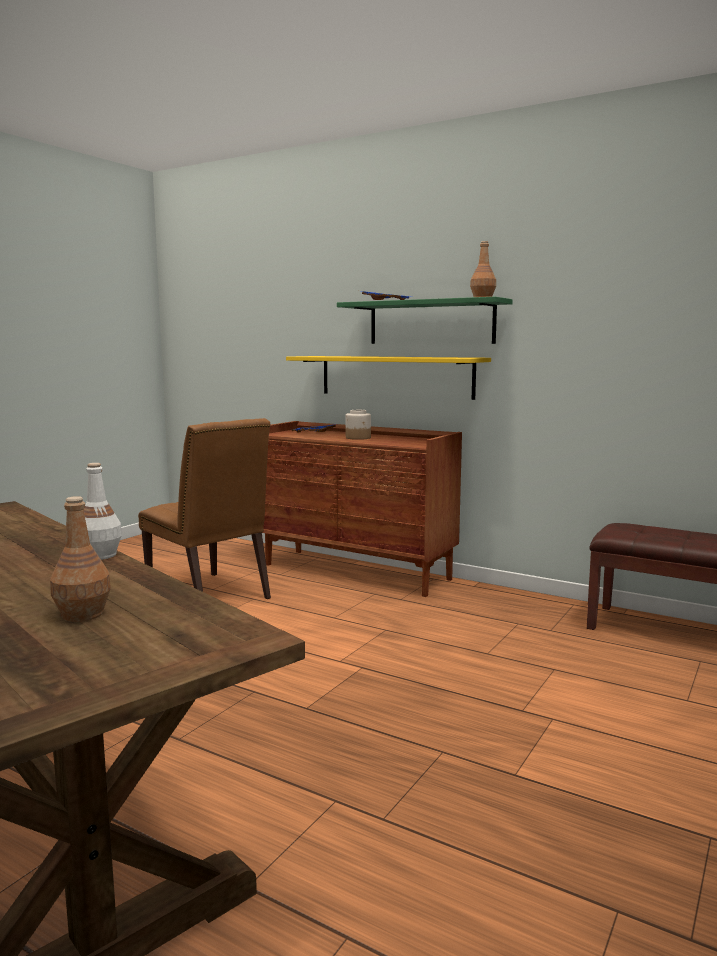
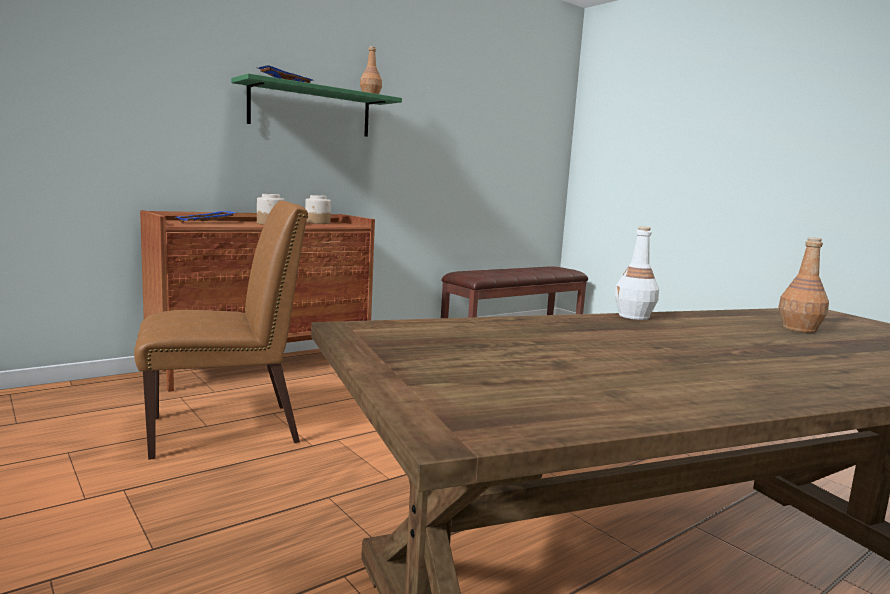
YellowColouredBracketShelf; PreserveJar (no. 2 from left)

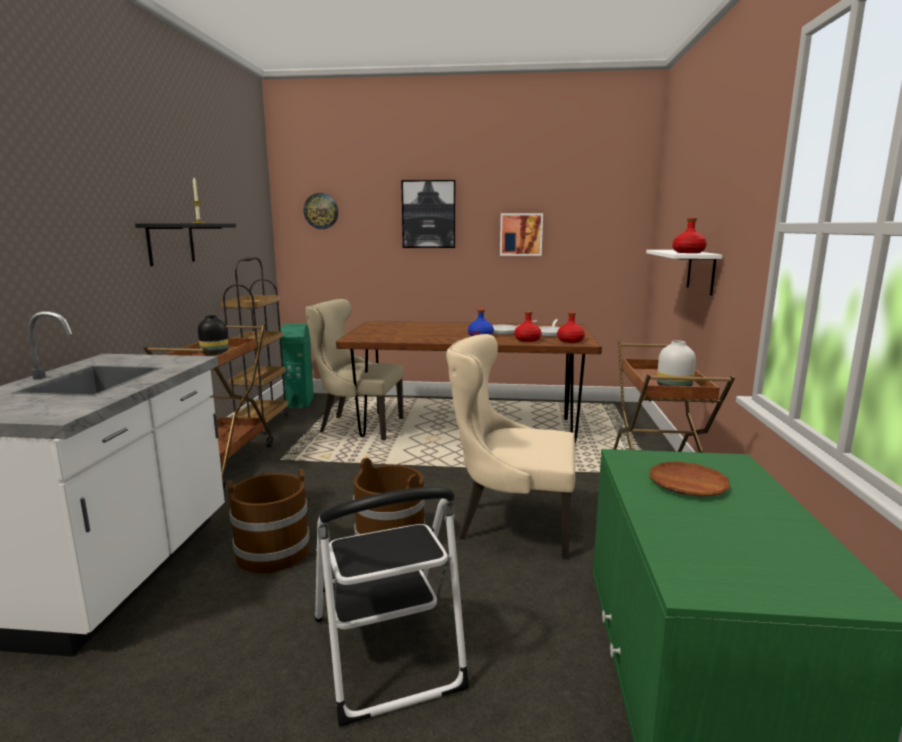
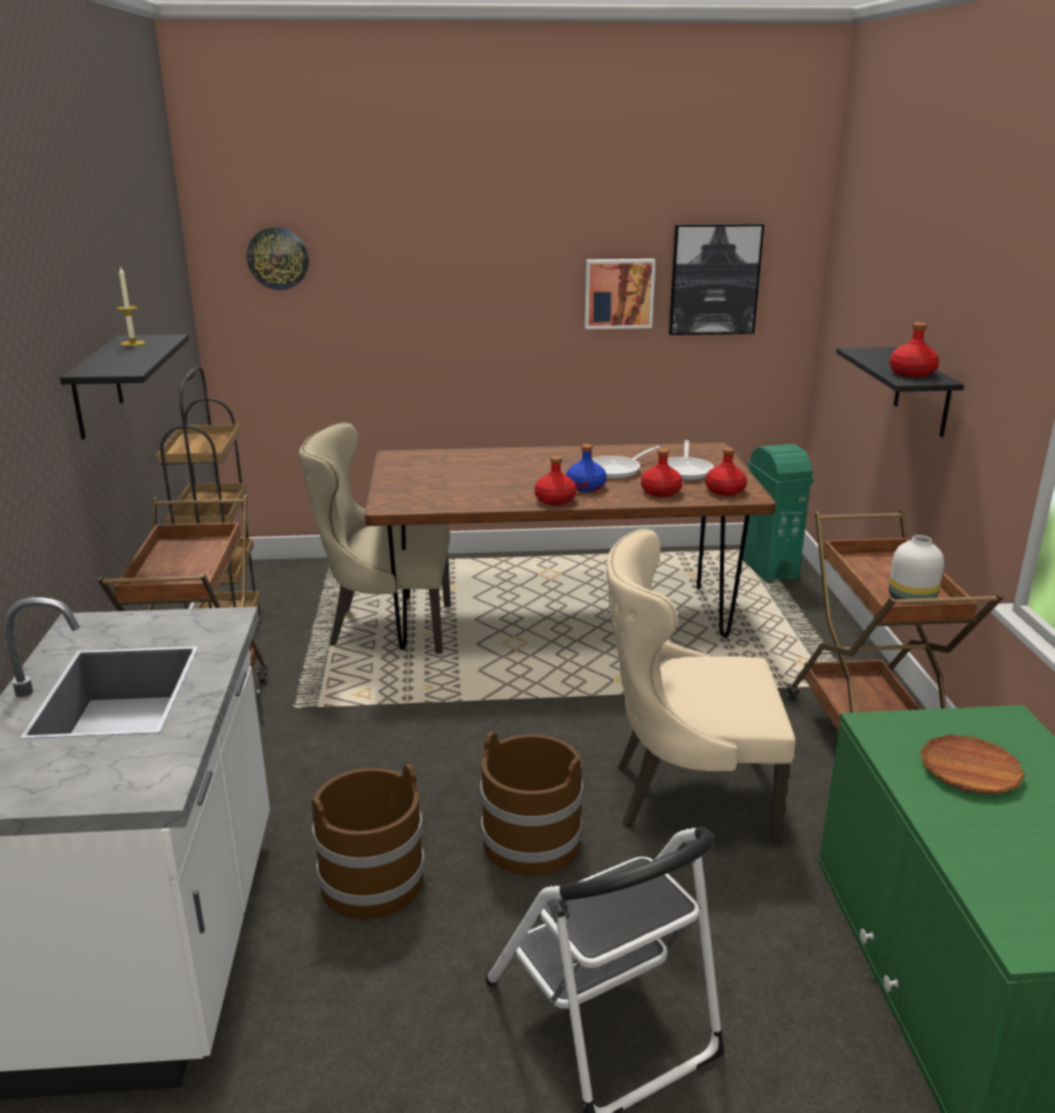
BlackishVase; GreenColouredRubbishBin; Picture (no. 2 from left); BlackishBracketShelf (no. 2 from left); ReddishBottle (no. 1 from left)

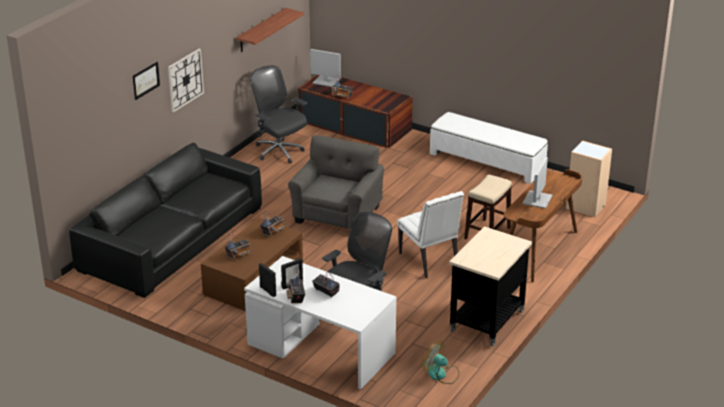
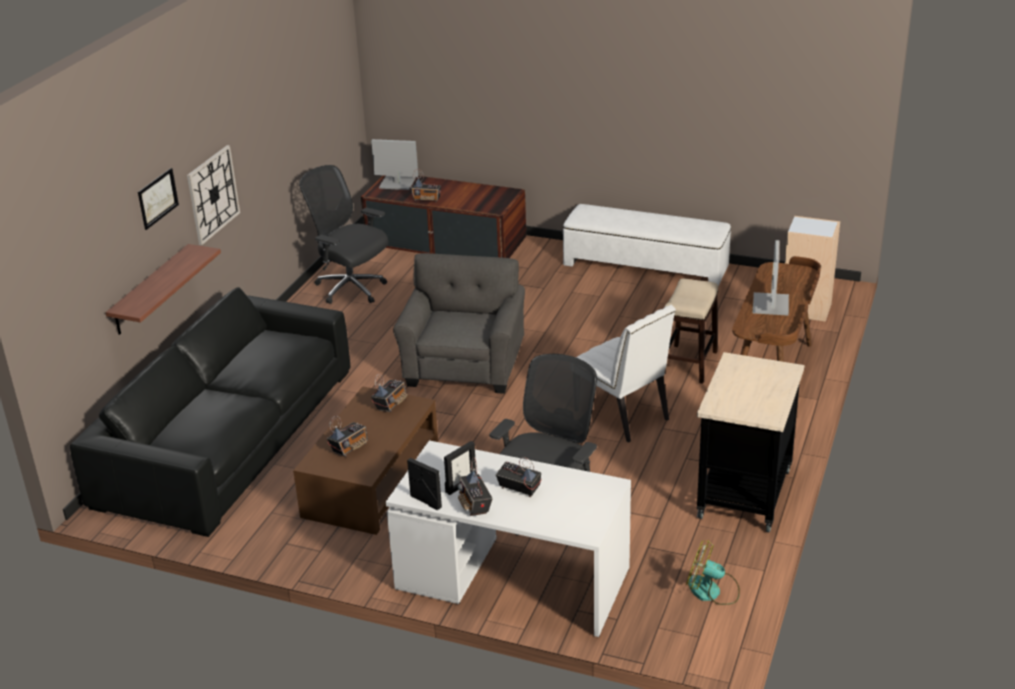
BracketShelf

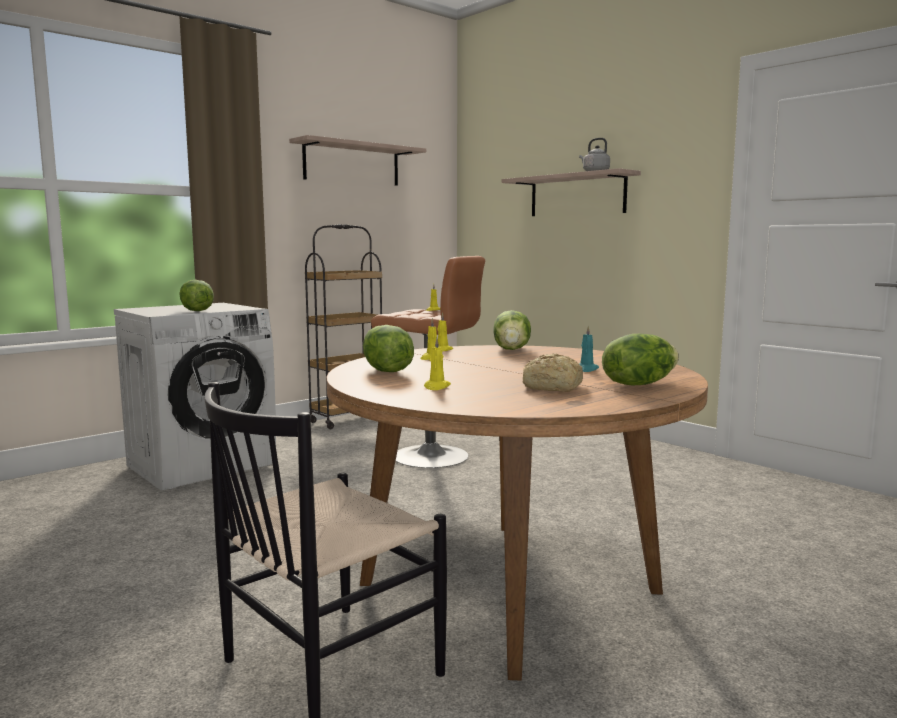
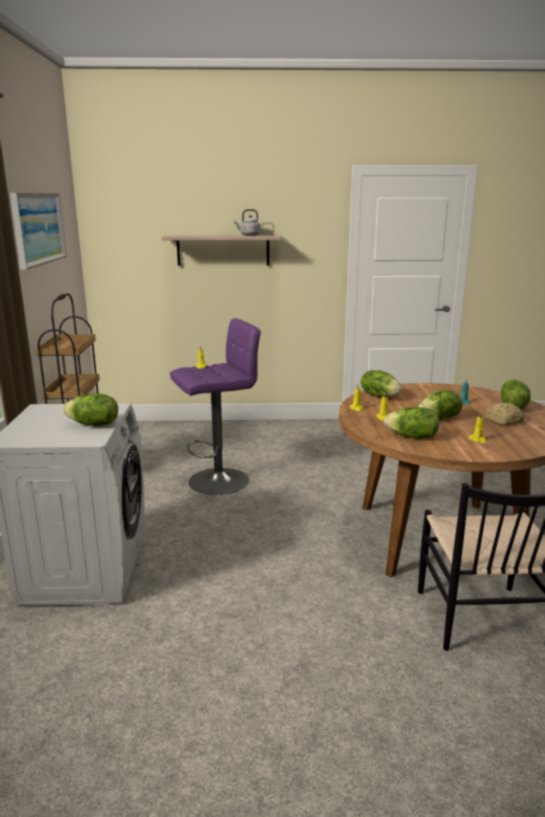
Picture; PurplishStoolSeat; Lettuce (no. 4 from left)

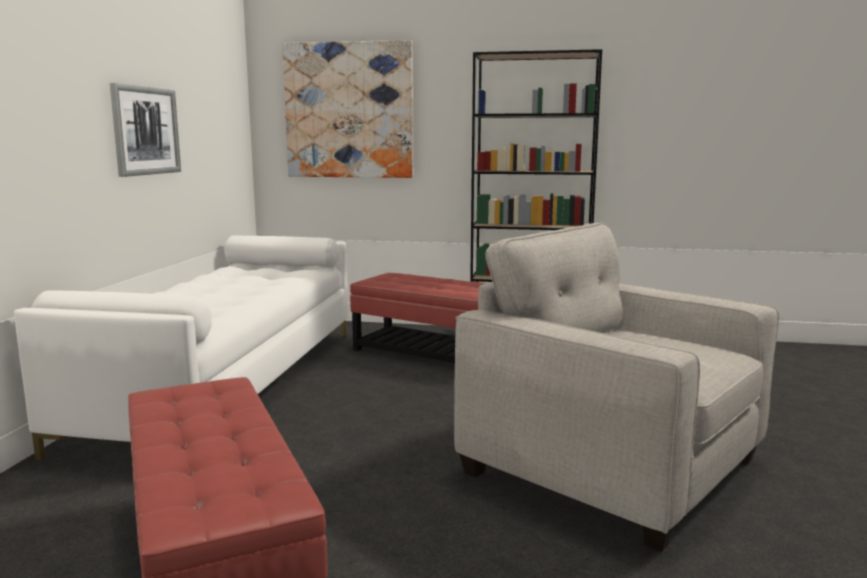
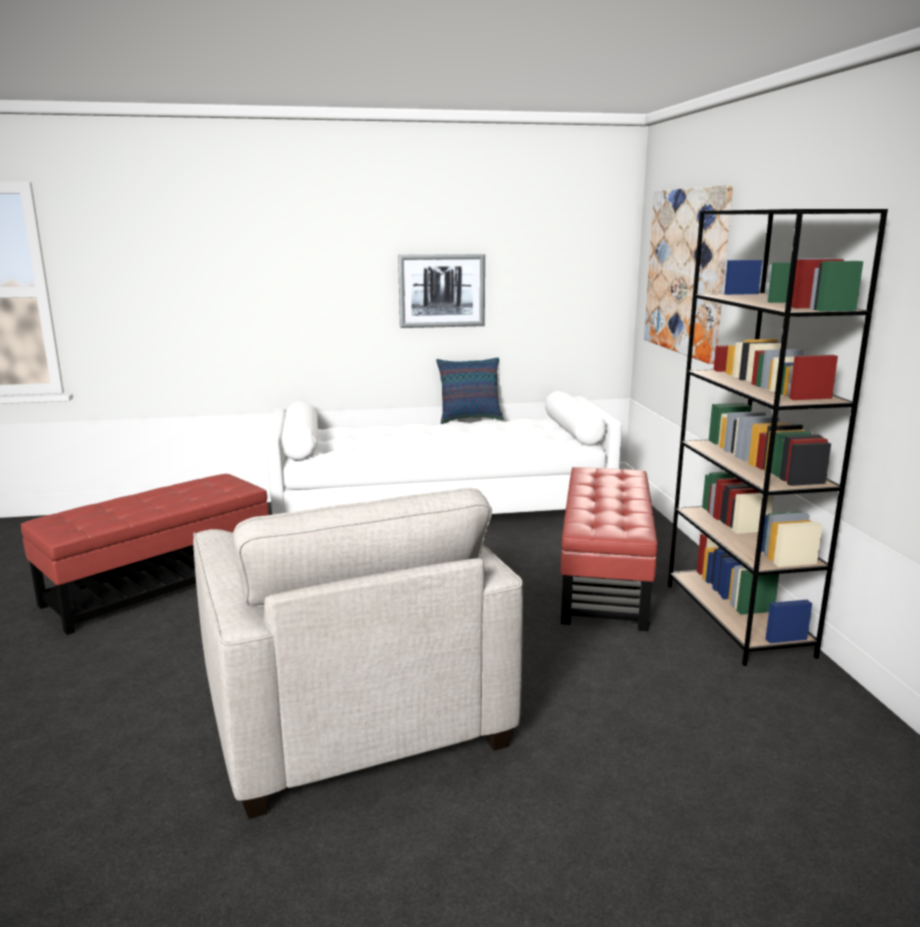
GrayLoungeChair; BlueColouredPillow

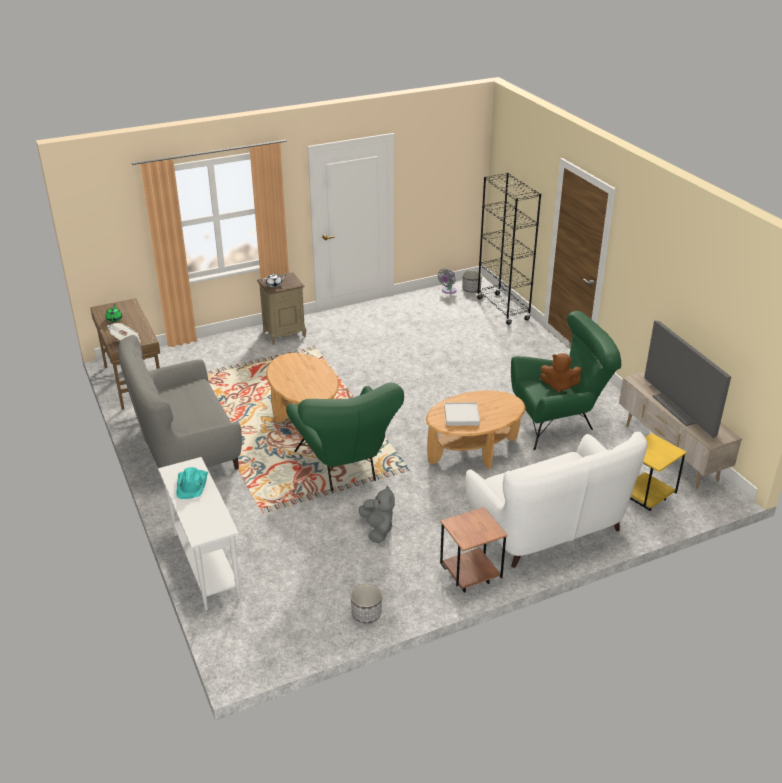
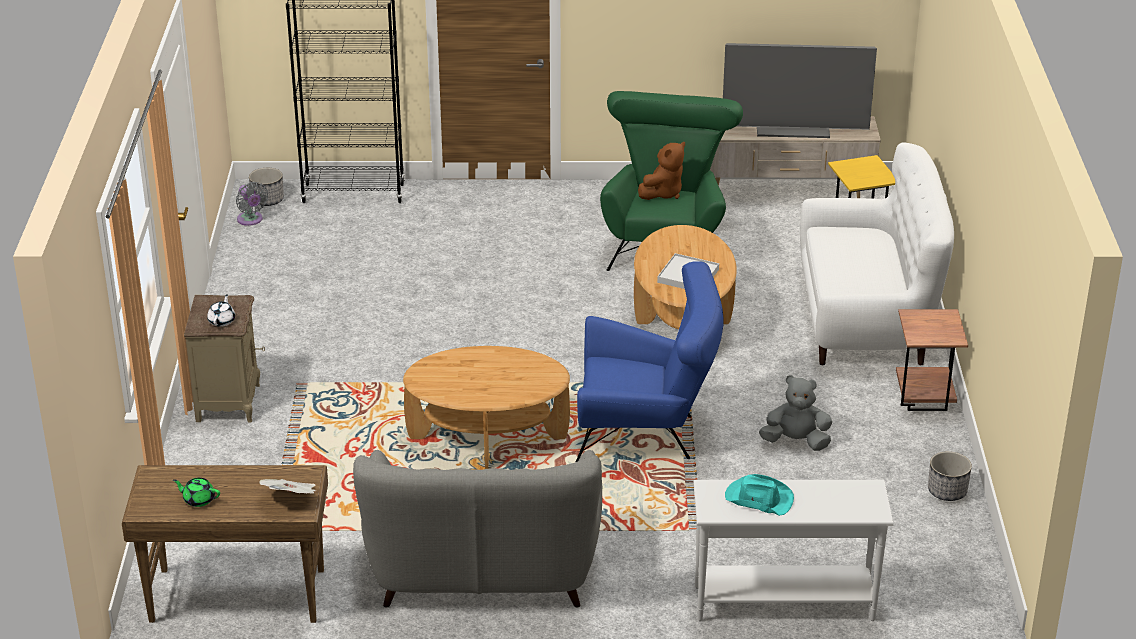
BlueColouredLoungeChair

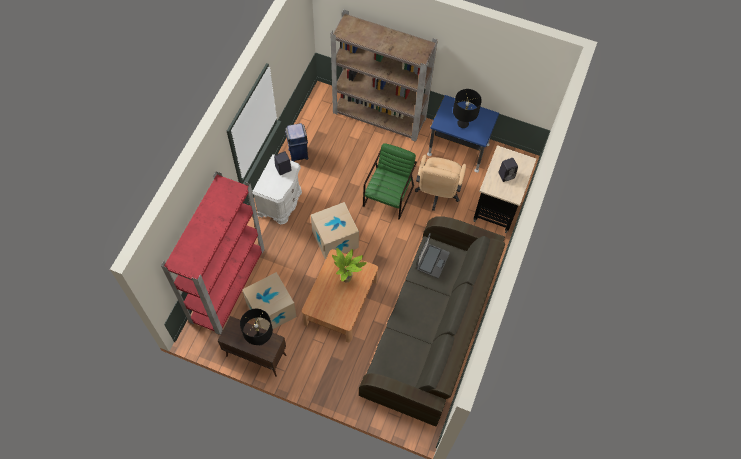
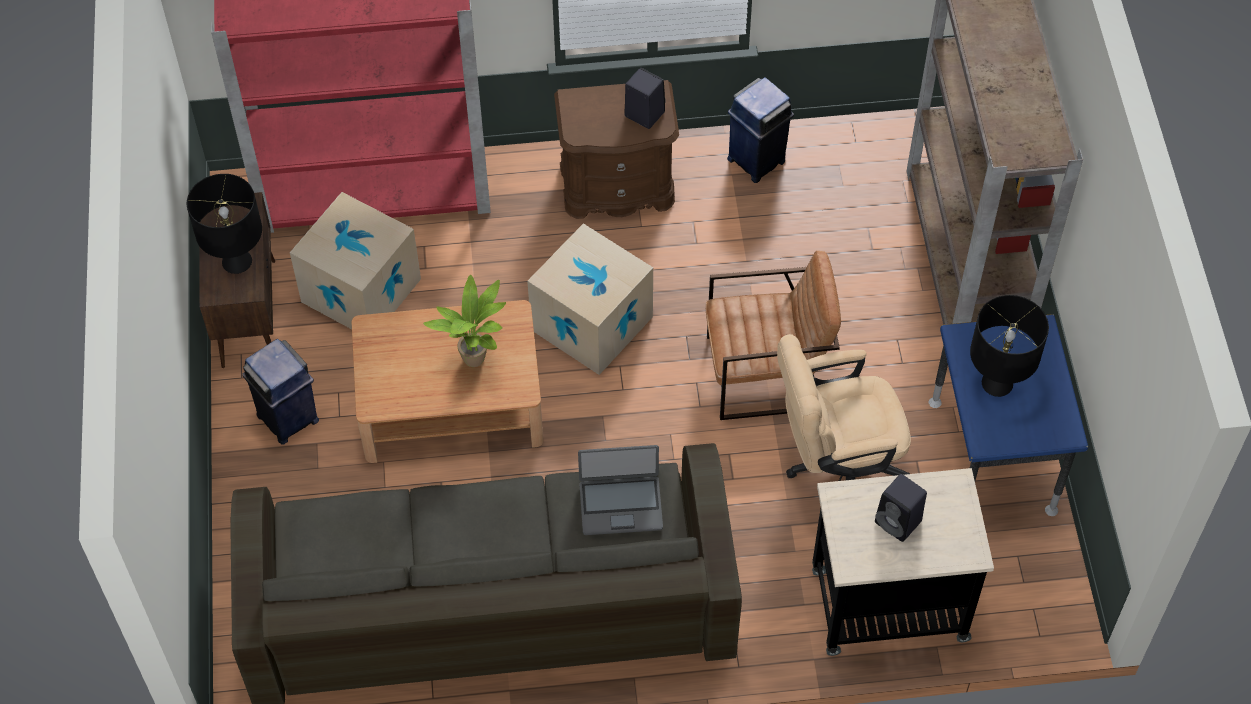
BrownColouredBedsideTable; BrownColouredLoungeChair; BlueColouredRubbishBin (no. 1 from left)

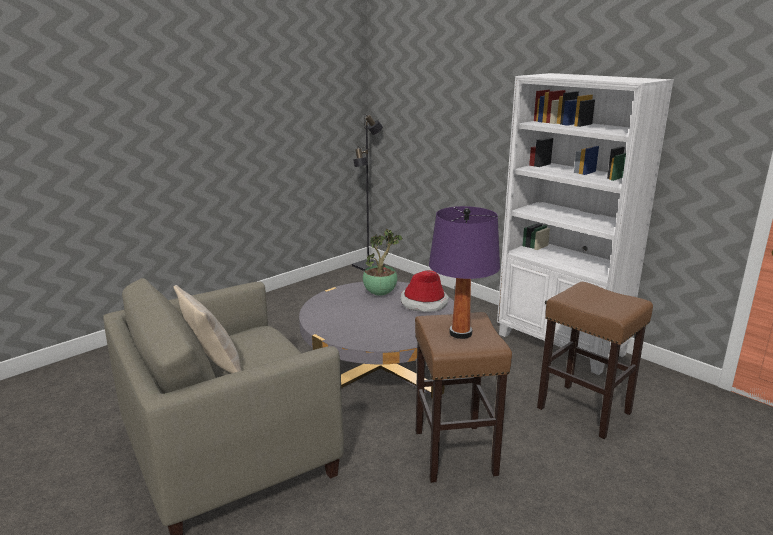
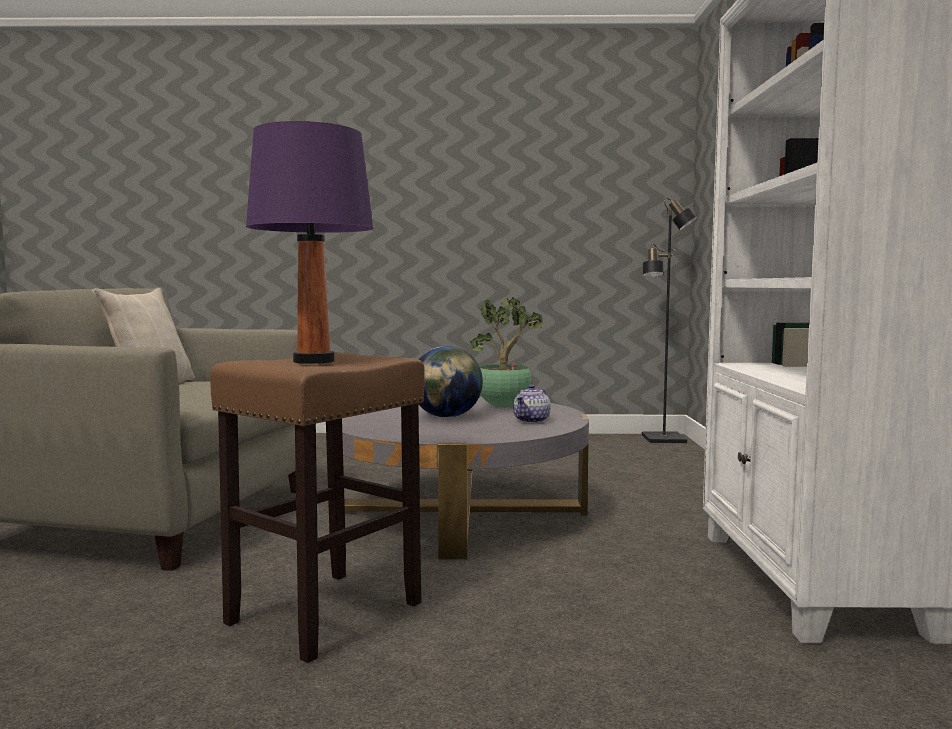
Teapot; BrownColouredStoolSeat (no. 2 from left in the first image); Globe

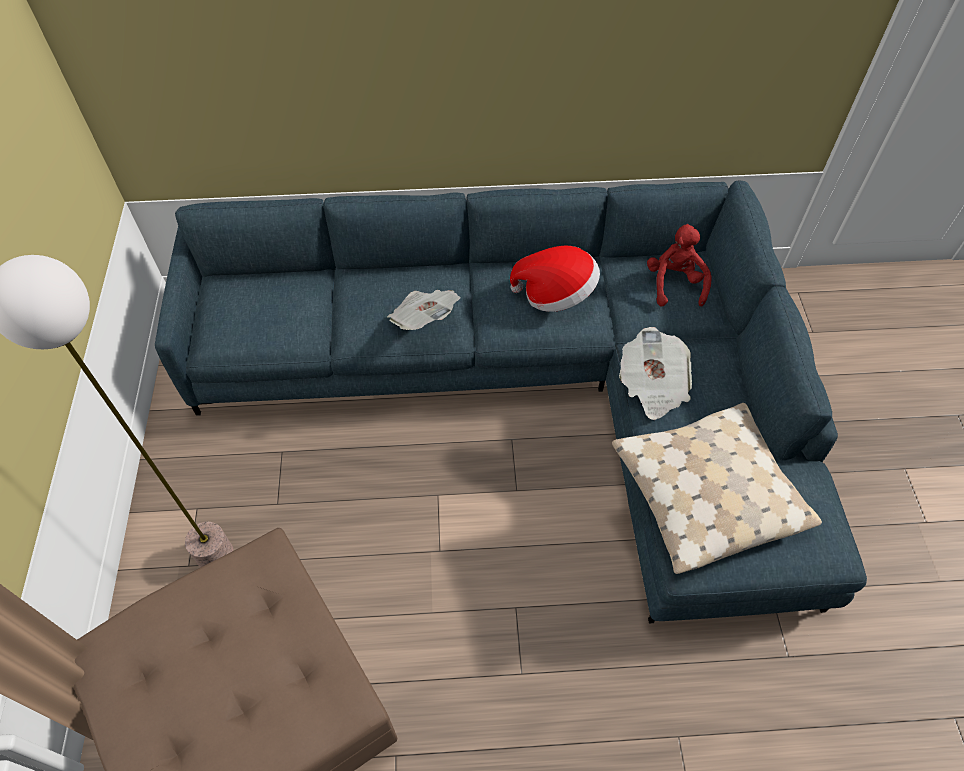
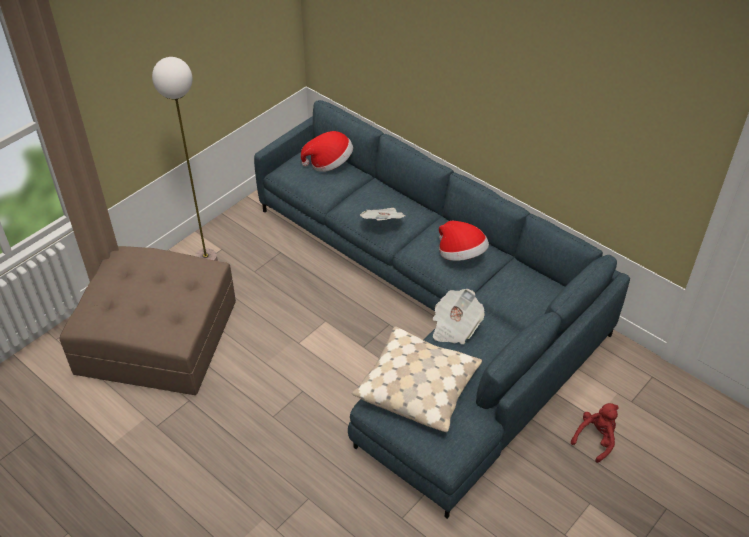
ReddishSoftToy; WearableHat (no. 1 from left)

